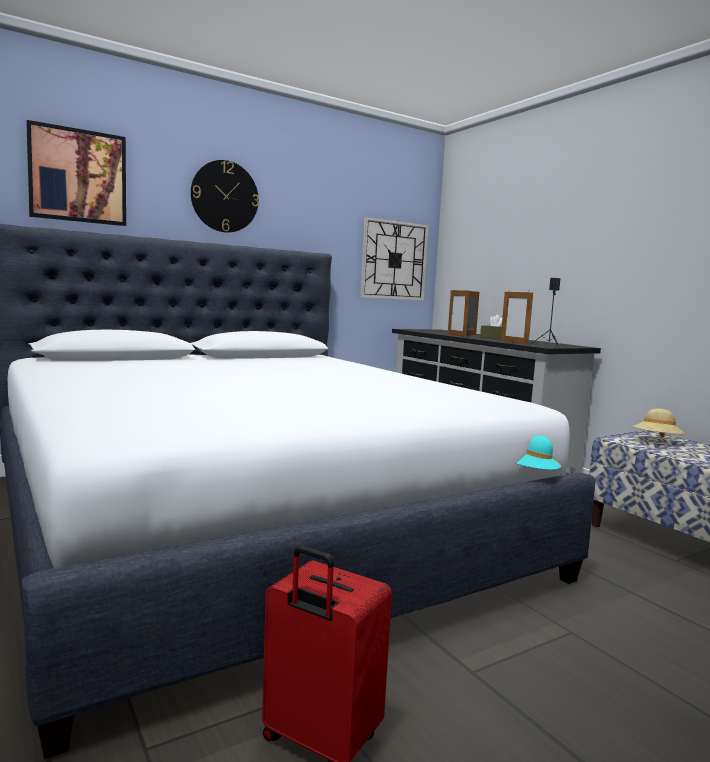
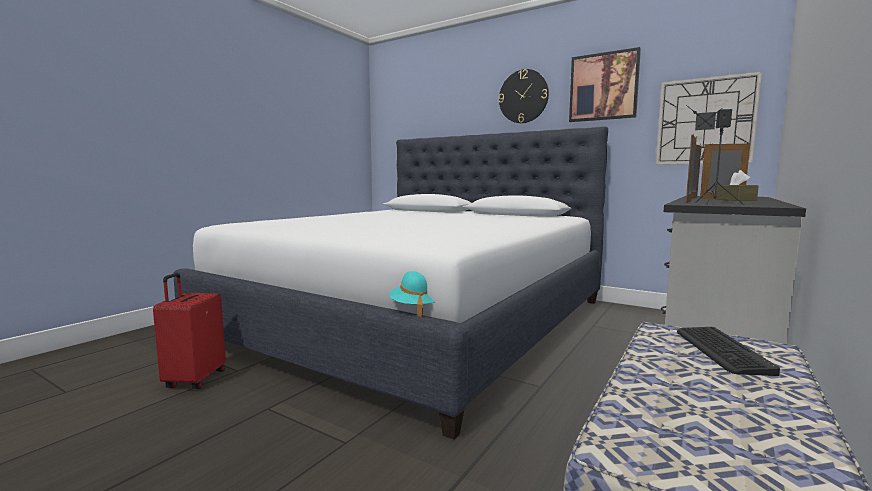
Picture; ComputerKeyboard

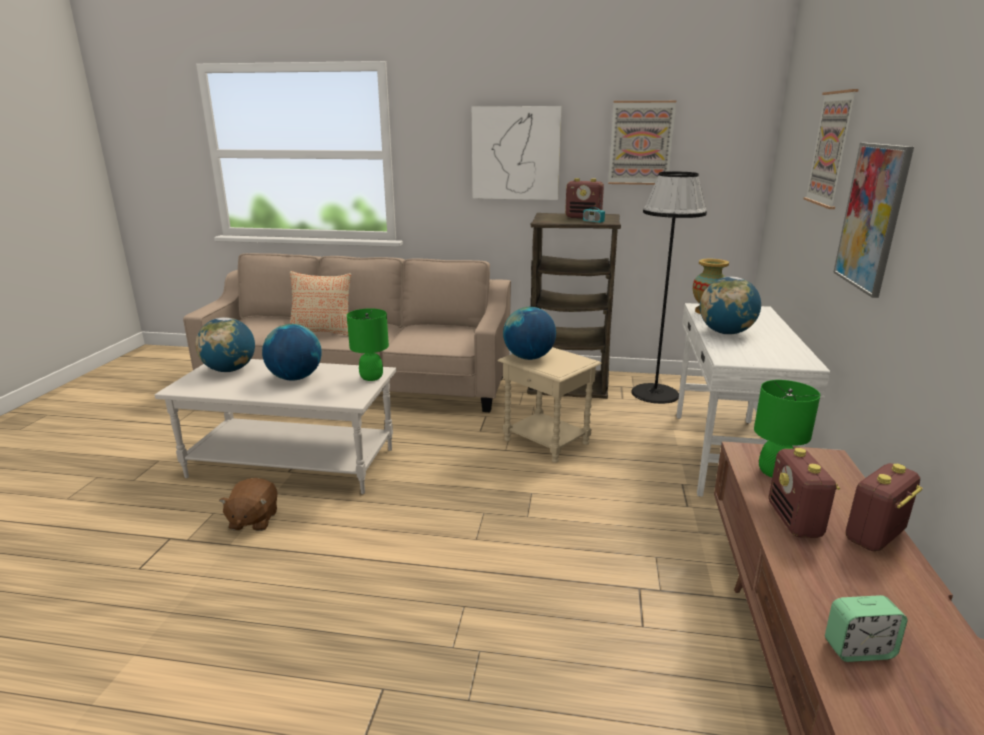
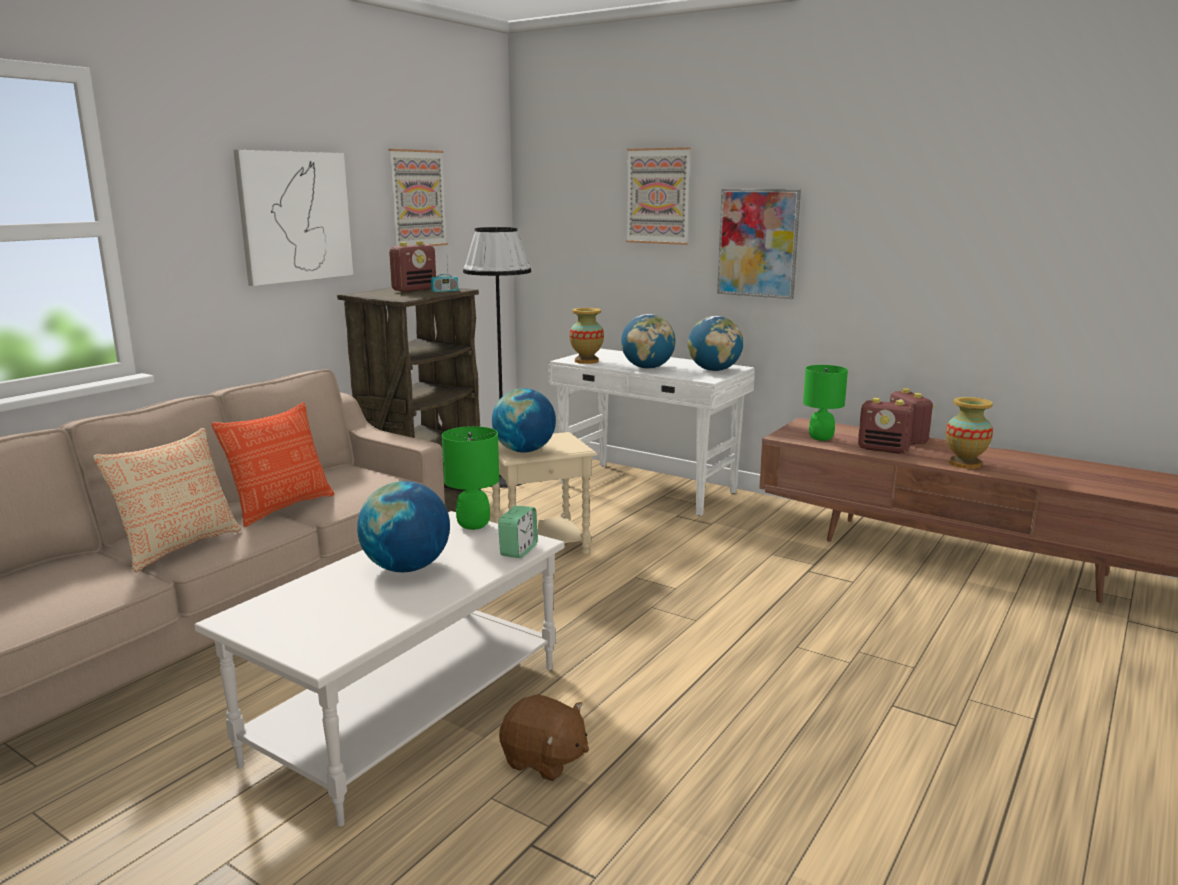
Globe (no. 4 from left); BedsideClock; OrangeyPillow; Vase (no. 2 from left)

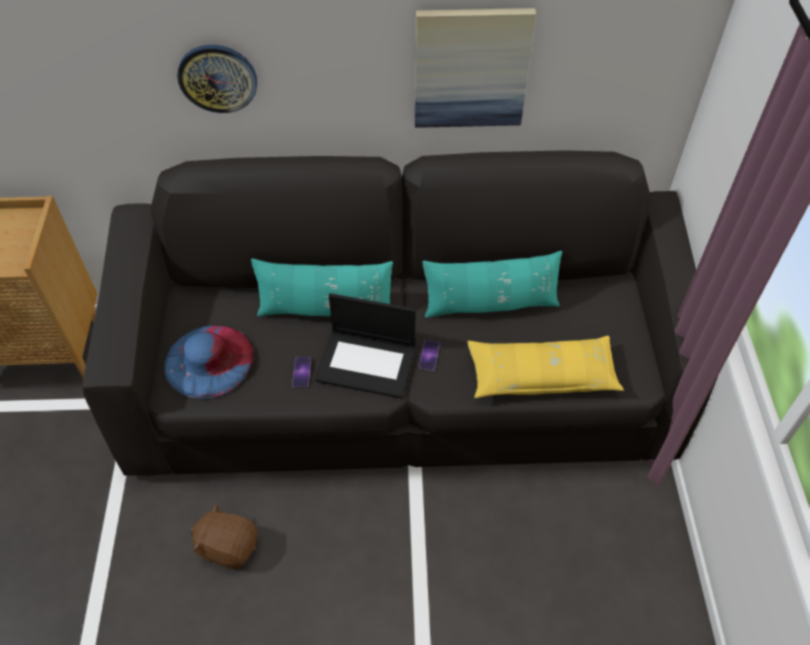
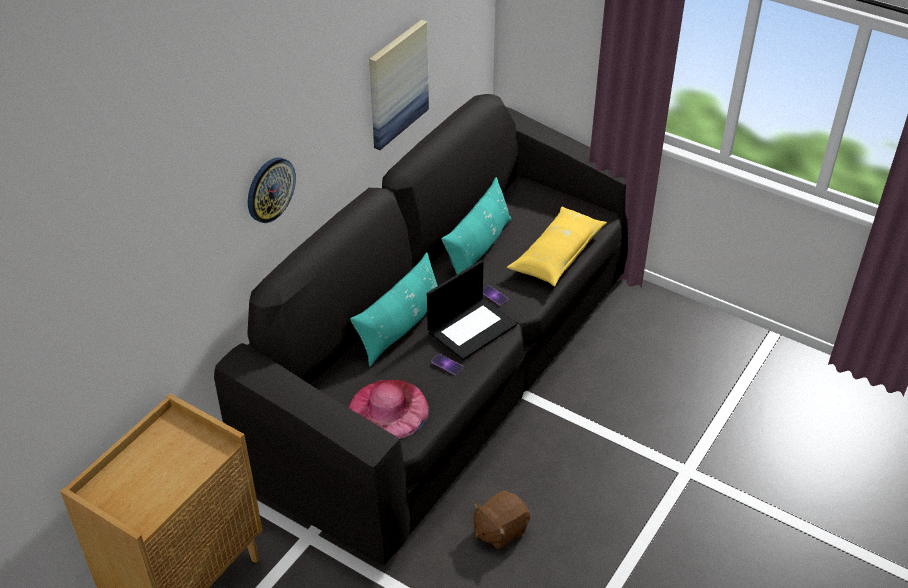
PinkishWearableHat

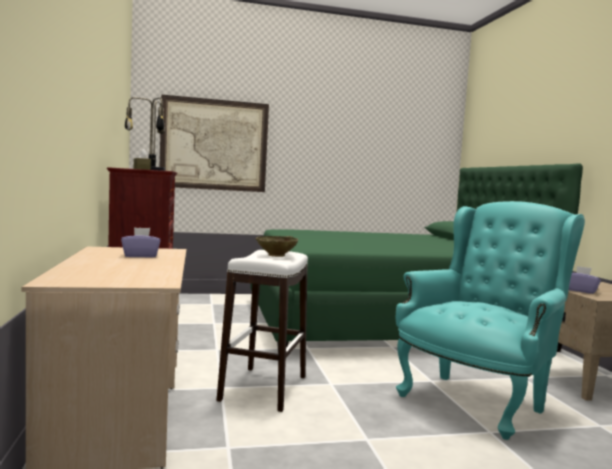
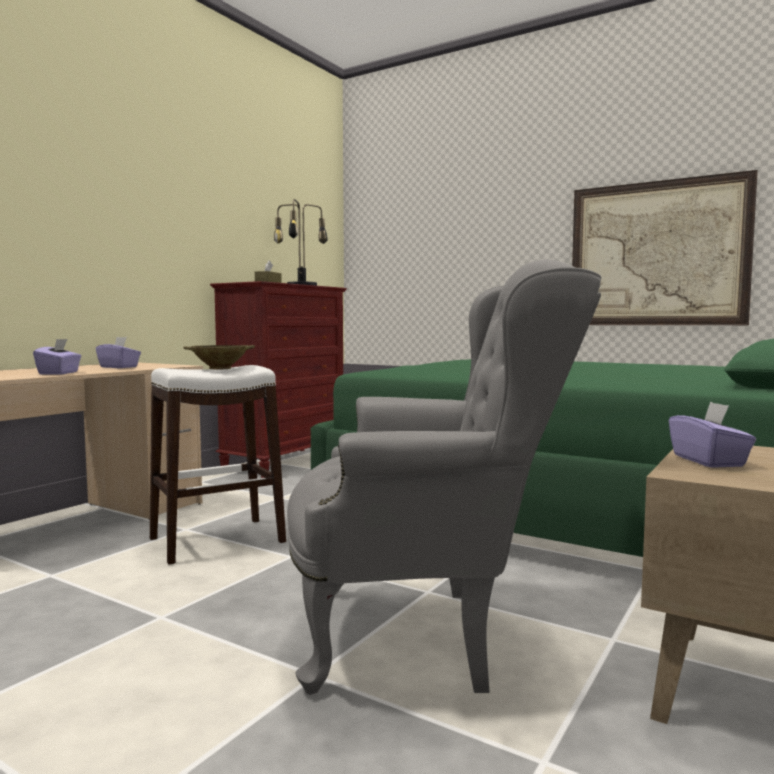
Picture; GrayLoungeChair; PurplishTissueBox (no. 1 from left)

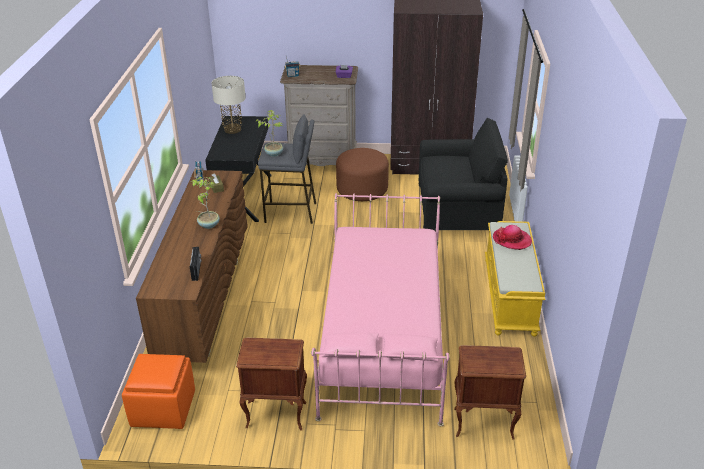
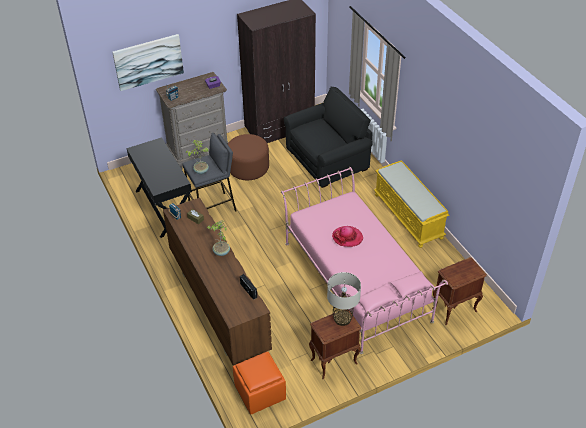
TableLamp; WearableHat; Picture

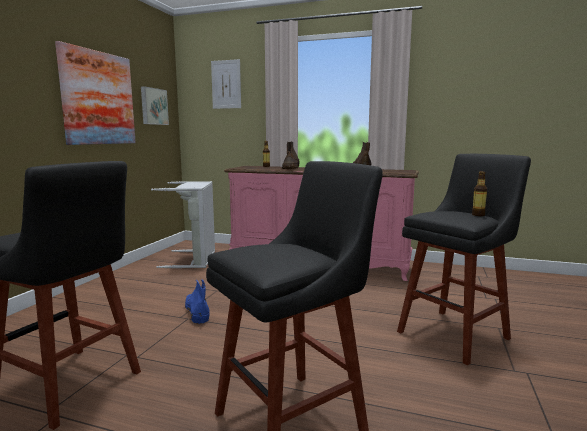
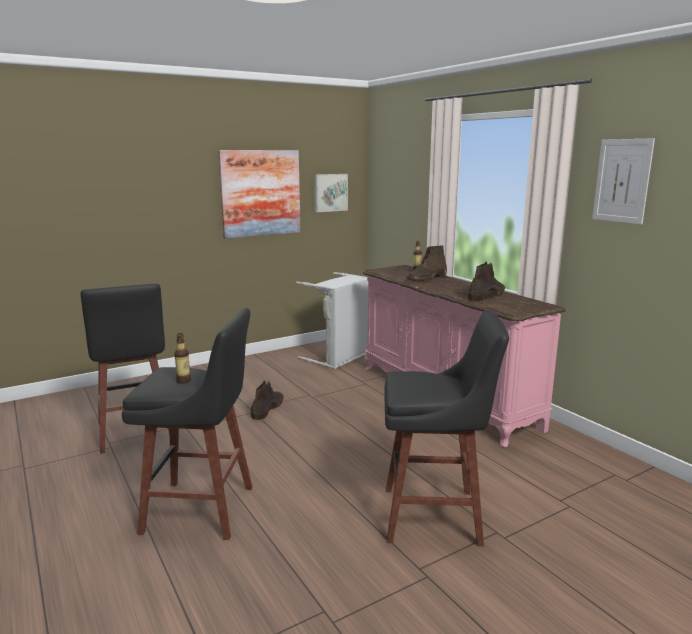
BrownColouredBoot (no. 1 from left); Picture (no. 3 from left); Bottle (no. 1 from left)

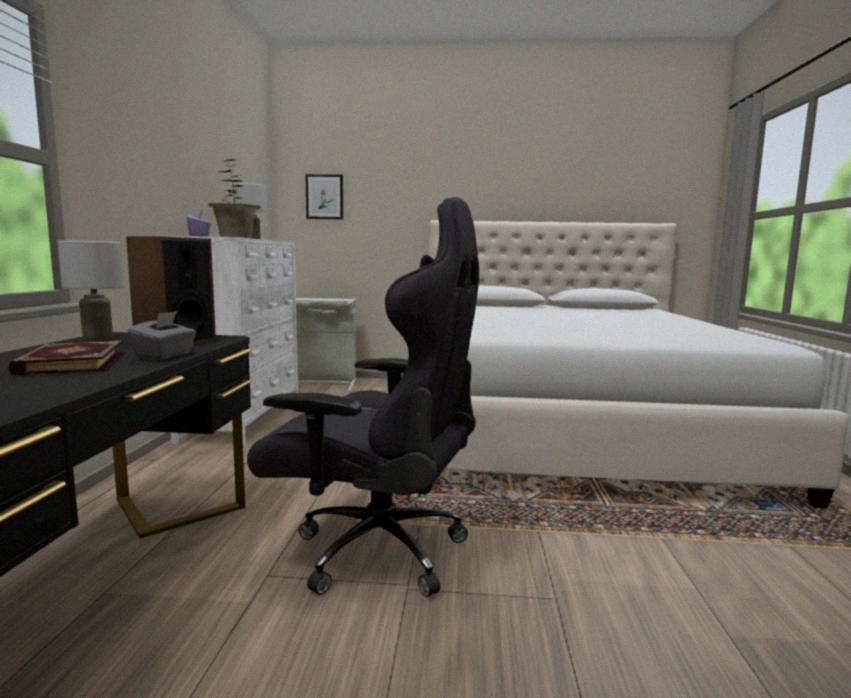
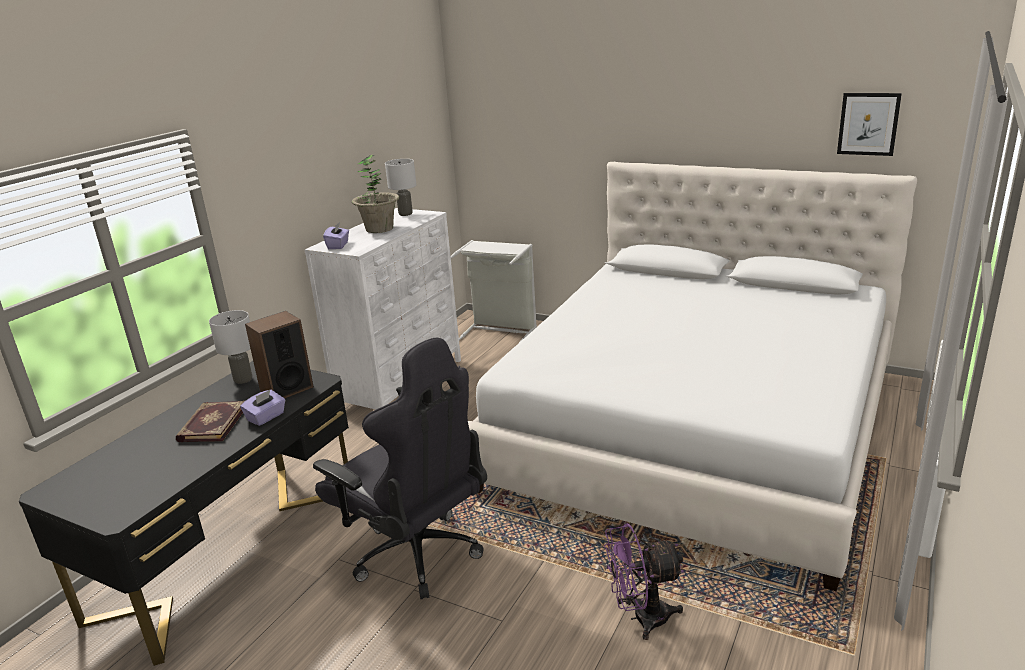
PurplishTissueBox (no. 1 from left); Picture; PurplishElectricFan

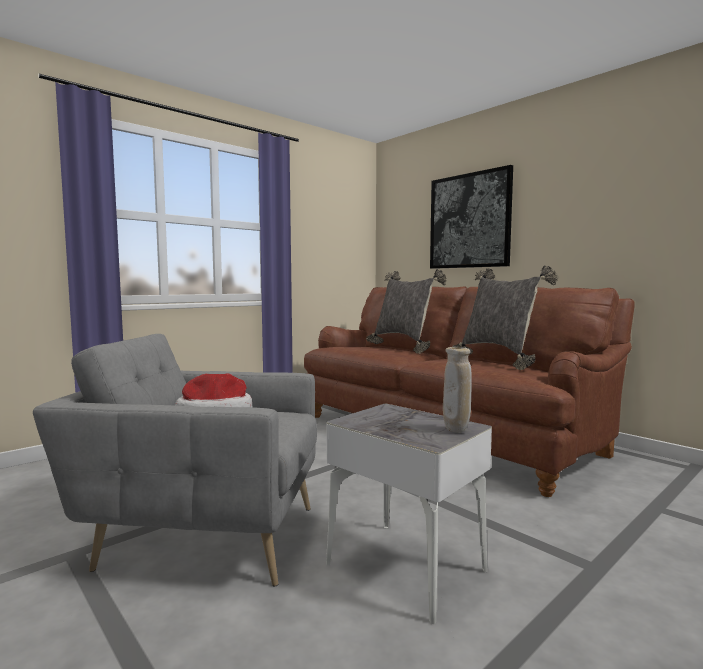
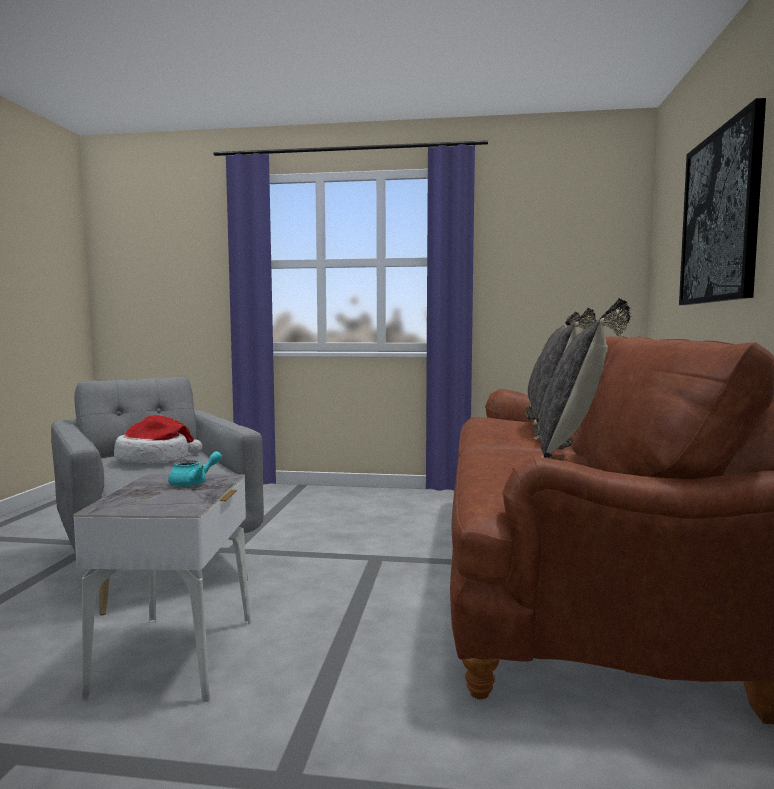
SandColouredVase; TurquoiseTeapot

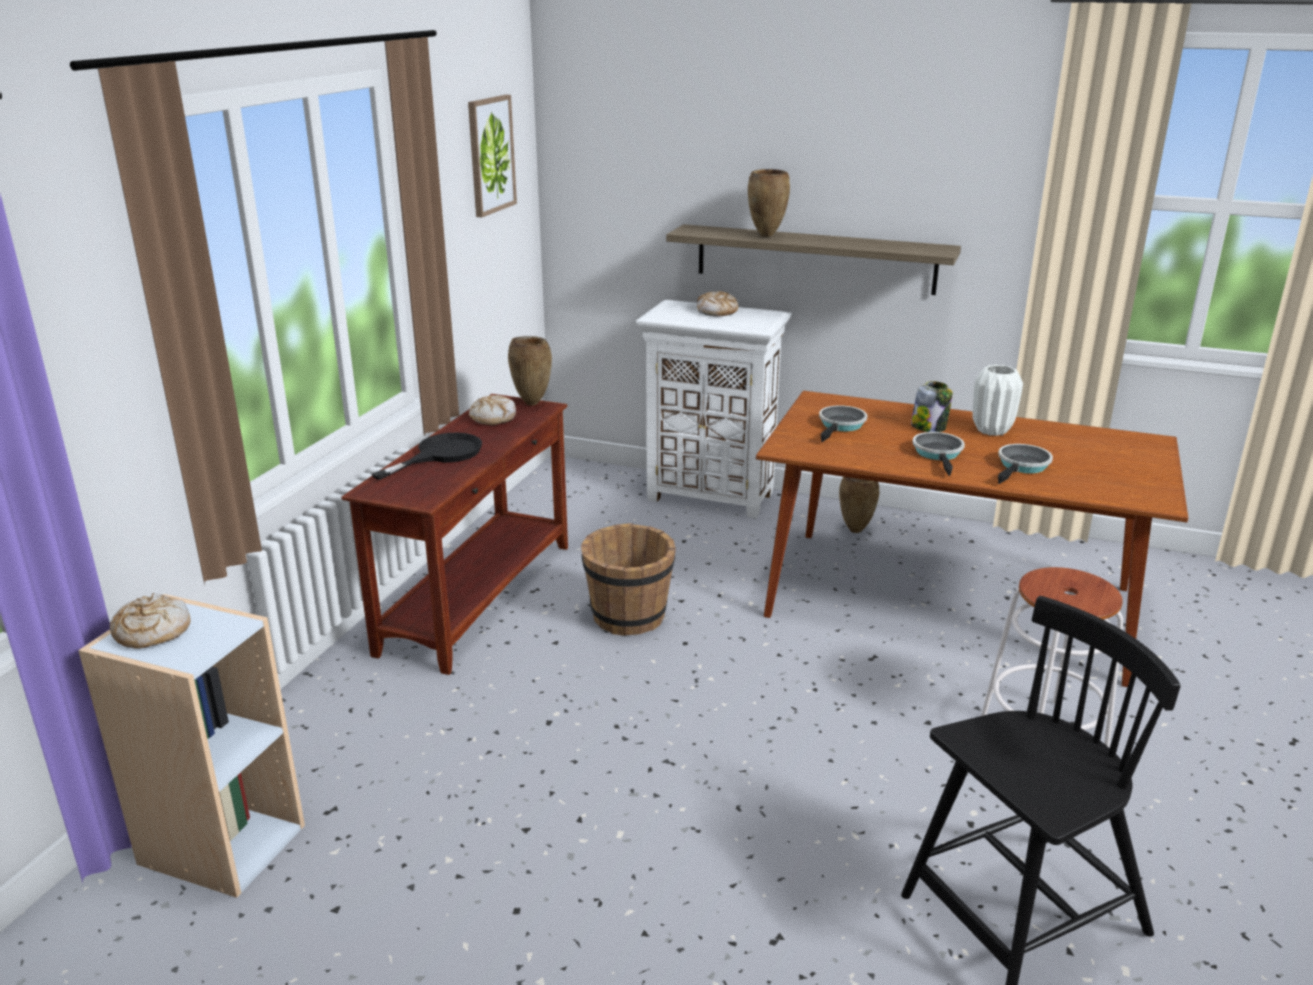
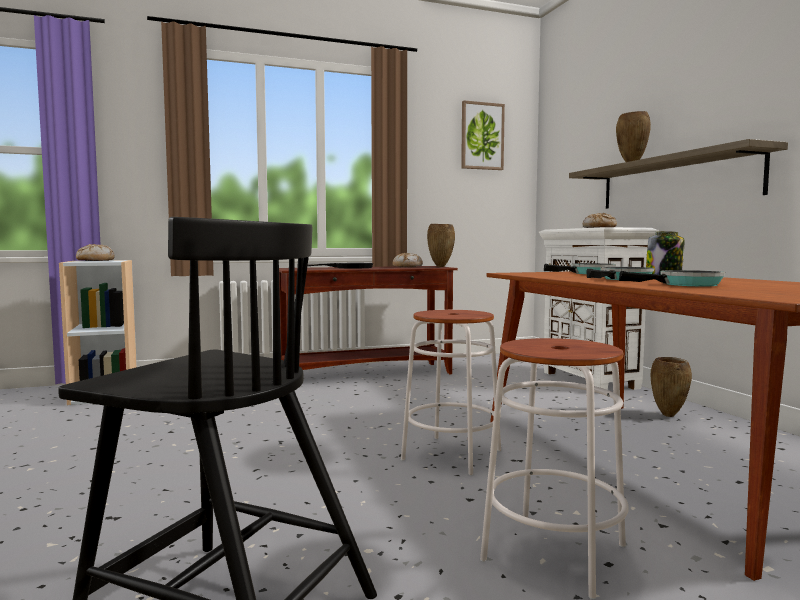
BrownColouredWaterBucket; WhitishVase; WhitishStoolSeat (no. 1 from left)

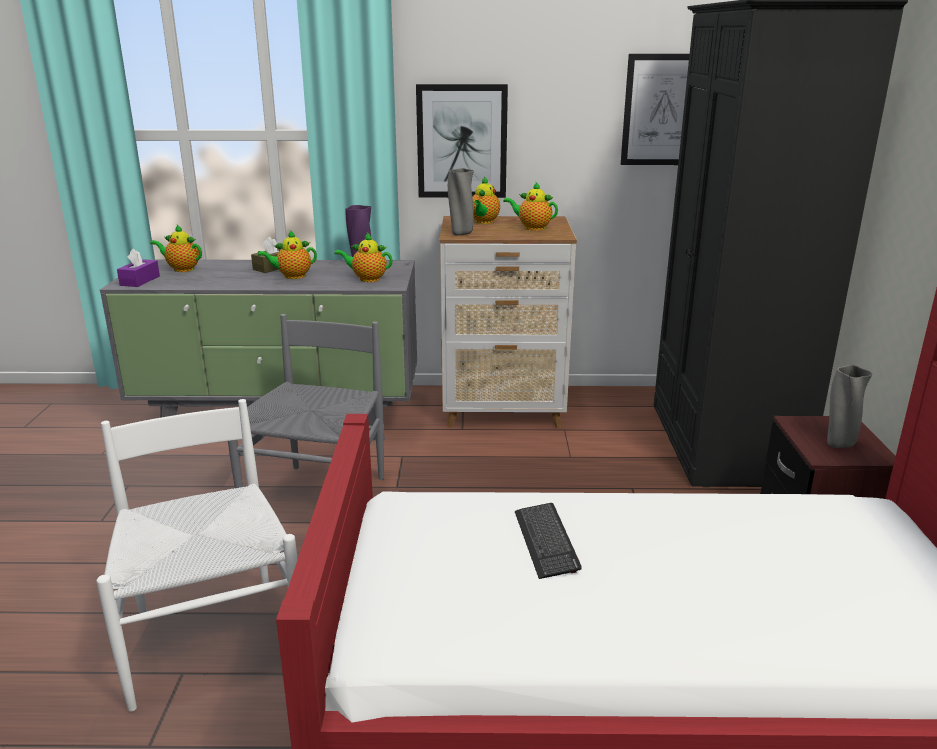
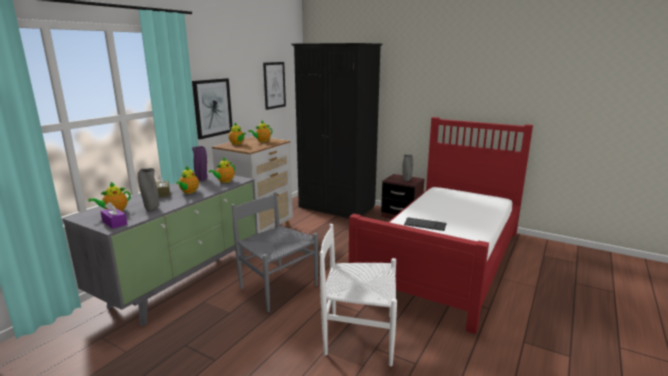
GrayVase (no. 1 from left)

